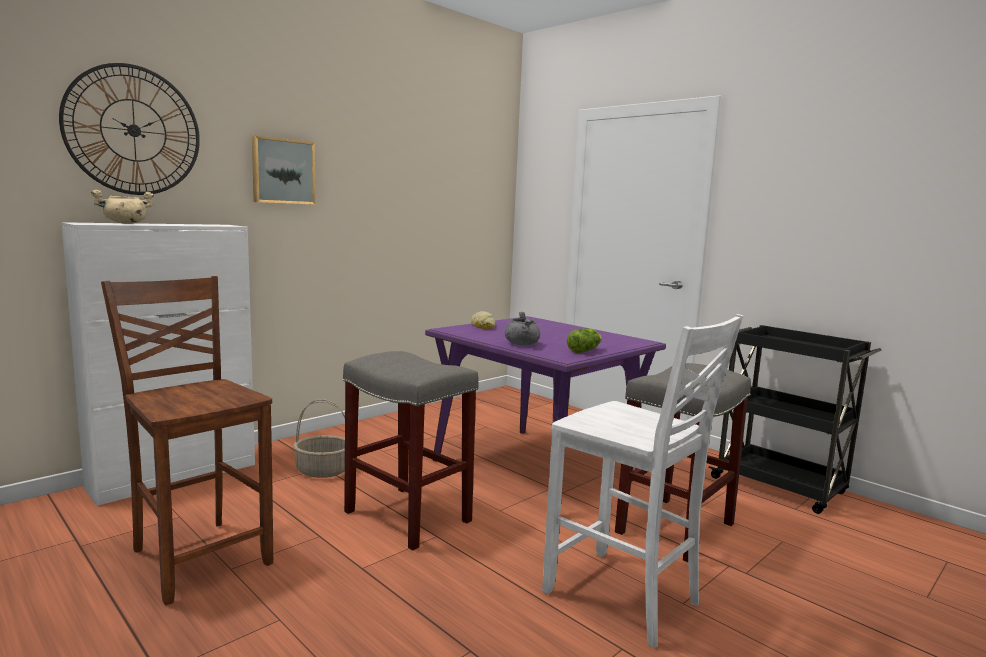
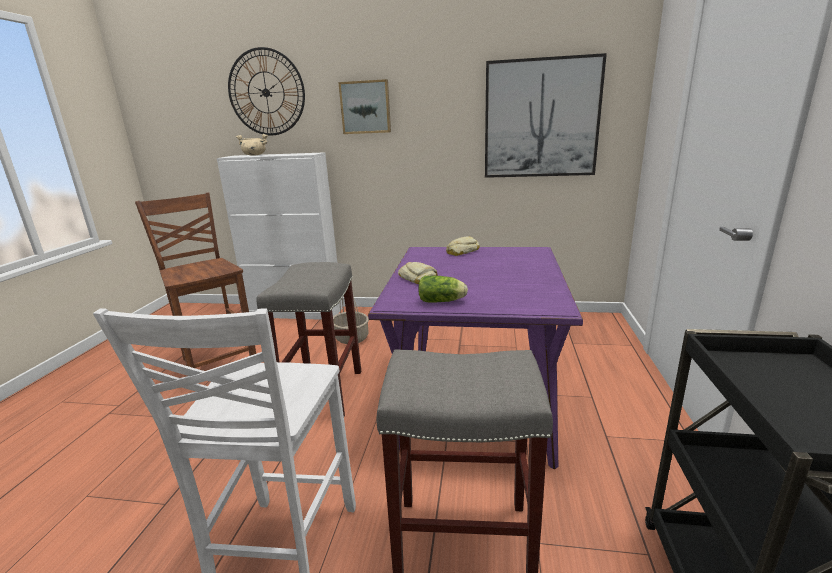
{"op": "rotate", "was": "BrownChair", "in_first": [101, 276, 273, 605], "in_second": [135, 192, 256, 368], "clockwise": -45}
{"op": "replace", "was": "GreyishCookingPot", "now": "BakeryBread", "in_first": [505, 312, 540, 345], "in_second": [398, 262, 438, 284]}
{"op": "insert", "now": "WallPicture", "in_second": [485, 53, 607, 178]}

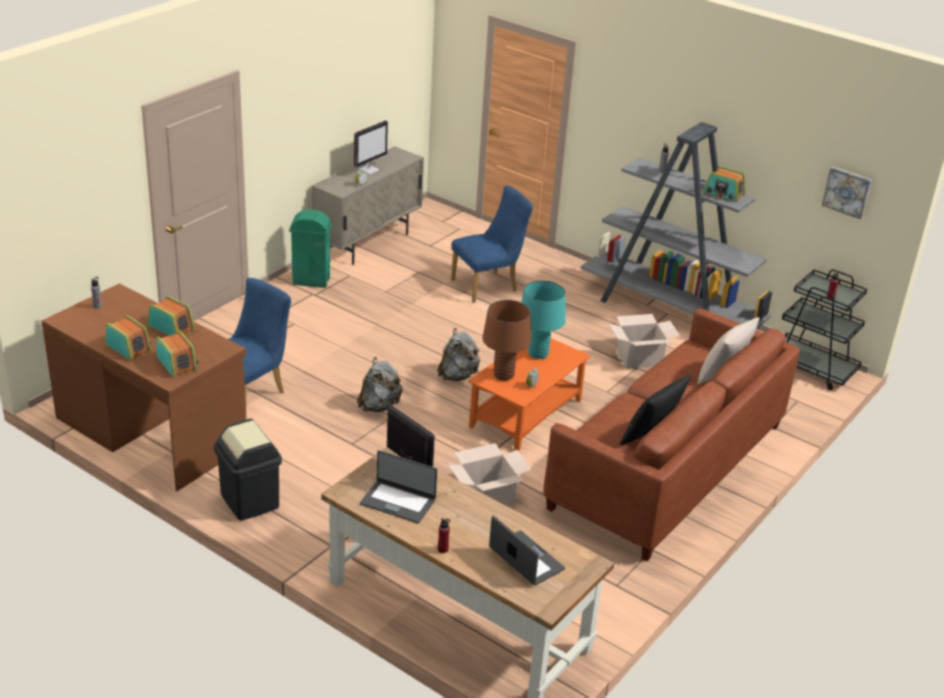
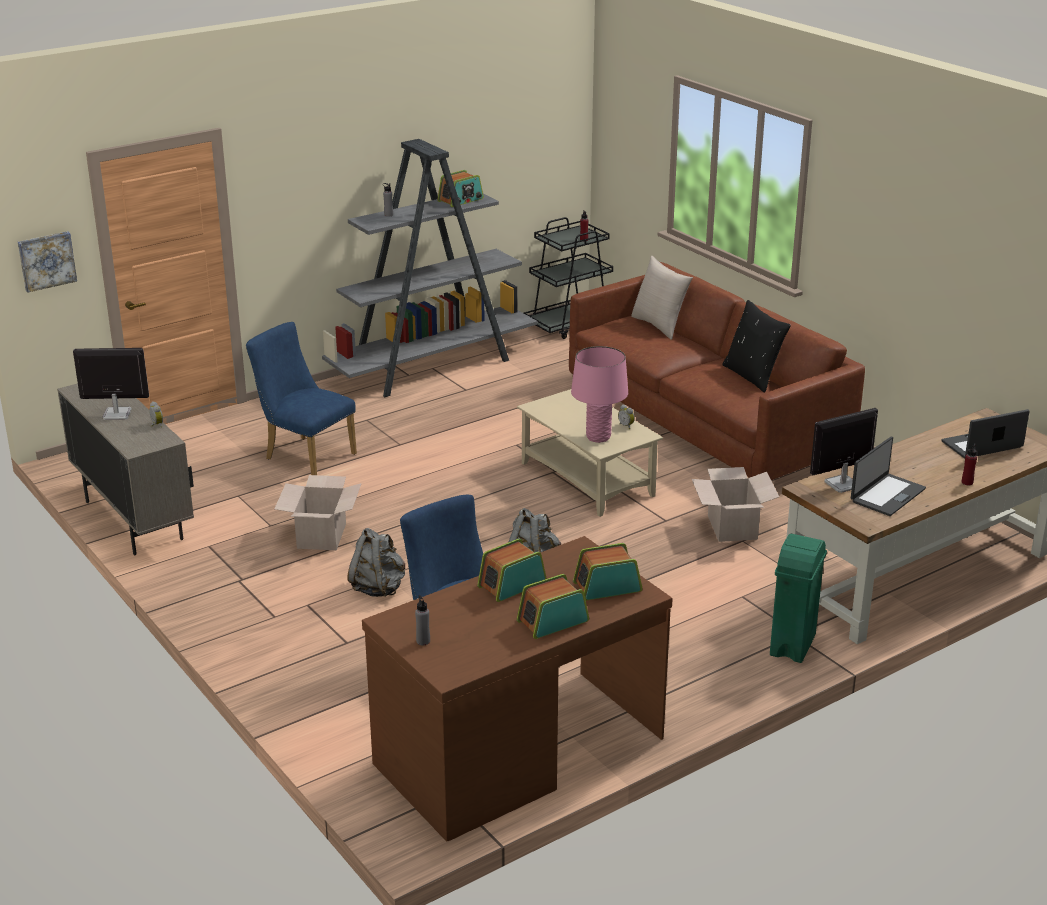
{"op": "delete", "was": "BlackishTrashCan", "in_first": [214, 419, 282, 521]}
{"op": "move", "was": "GreenishTrashCan", "in_first": [289, 209, 332, 288], "in_second": [770, 534, 827, 663]}
{"op": "rotate", "was": "ComputerScreen", "in_first": [354, 121, 388, 175], "in_second": [73, 348, 149, 420], "clockwise": -60}
{"op": "move", "was": "GreyishBackpack", "in_first": [438, 328, 480, 381], "in_second": [347, 528, 405, 597]}
{"op": "rotate", "was": "BlueChair", "in_first": [451, 185, 533, 303], "in_second": [246, 322, 357, 475], "clockwise": -45}
{"op": "recolor", "was": "OrangeCoffeeTable", "now": "BeigeColouredCoffeeTable", "in_first": [468, 338, 591, 451], "in_second": [517, 389, 663, 517]}
{"op": "recolor", "was": "BrownTableLamp", "now": "PinkTableLamp", "in_first": [482, 300, 531, 381], "in_second": [571, 346, 628, 443]}
{"op": "delete", "was": "TurquoiseTableLamp", "in_first": [521, 280, 566, 359]}
{"op": "move", "was": "Carton", "in_first": [609, 314, 680, 369], "in_second": [274, 475, 362, 550]}
{"op": "move", "was": "WallPicture", "in_first": [822, 166, 872, 219], "in_second": [18, 231, 77, 292]}

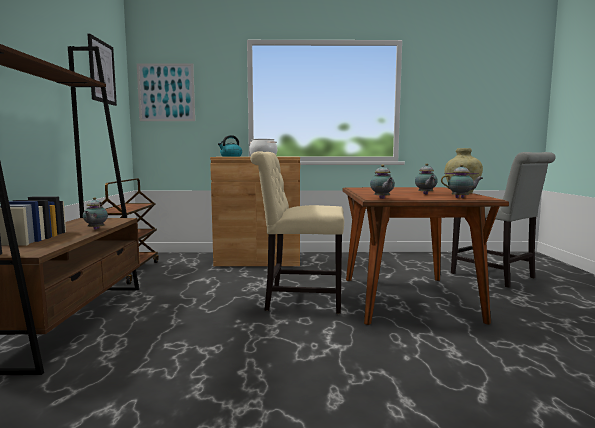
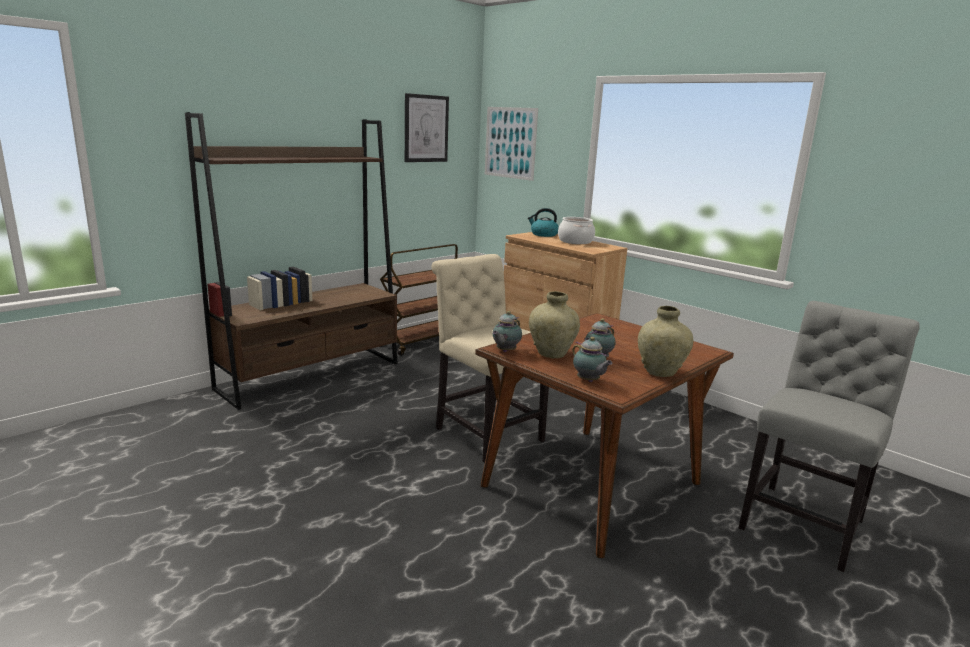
{"op": "delete", "was": "PotForTea", "in_first": [83, 197, 108, 230]}
{"op": "rotate", "was": "GreyishChair", "in_first": [451, 152, 556, 288], "in_second": [738, 301, 920, 572], "clockwise": -150}
{"op": "insert", "now": "BeigeColouredVase", "in_second": [529, 291, 580, 358]}

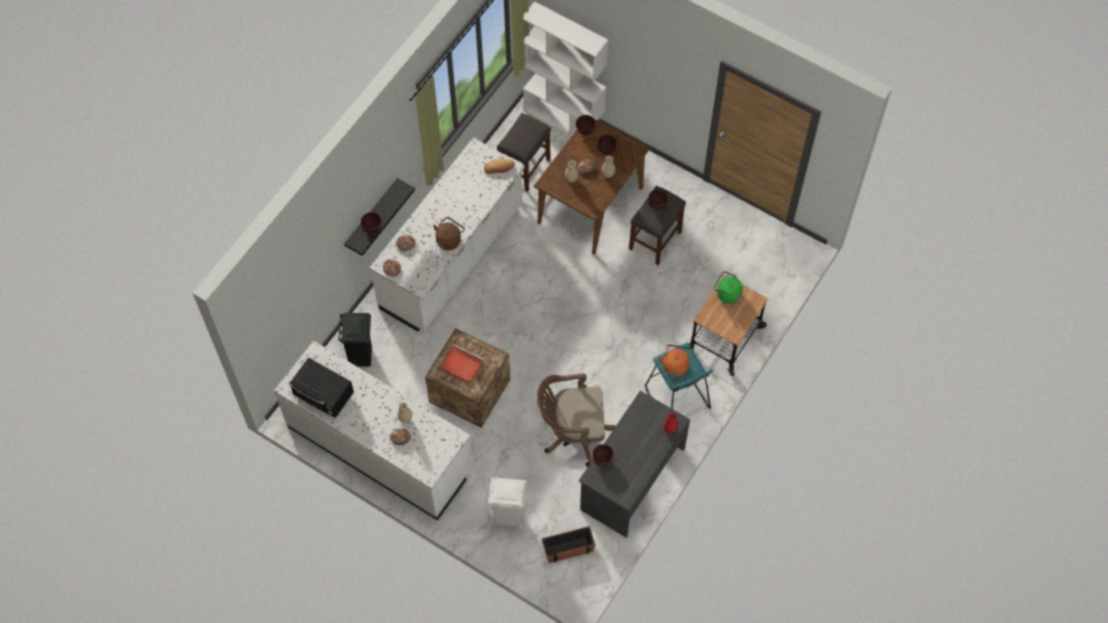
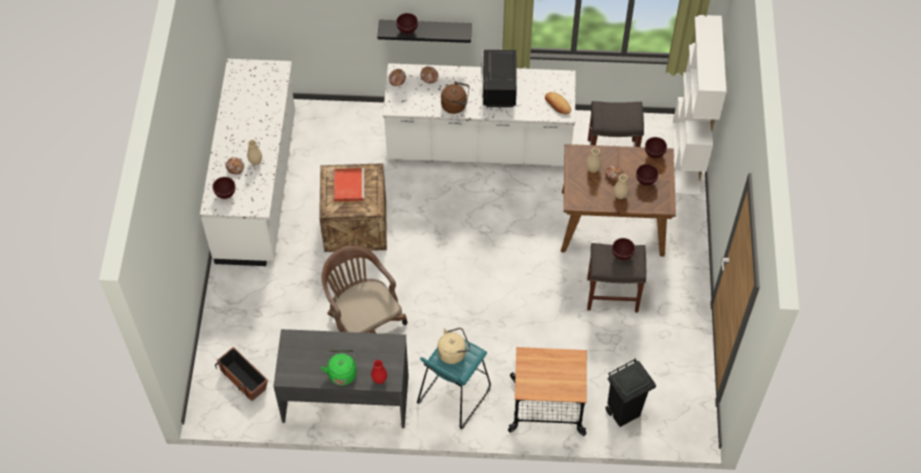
{"op": "move", "was": "BlackishKitchenMicrowave", "in_first": [289, 357, 354, 418], "in_second": [481, 50, 517, 107]}
{"op": "move", "was": "BlackishTrashCan", "in_first": [338, 313, 372, 367], "in_second": [605, 359, 656, 427]}
{"op": "delete", "was": "WhitishTrashCan", "in_first": [488, 477, 527, 529]}
{"op": "move", "was": "BrownServingBowl", "in_first": [592, 444, 614, 466], "in_second": [212, 177, 235, 199]}
{"op": "recolor", "was": "OrangeTeaKettle", "now": "BeigeColouredTeaKettle", "in_first": [658, 344, 691, 377], "in_second": [437, 328, 471, 364]}
{"op": "move", "was": "GreenishTeaKettle", "in_first": [714, 271, 743, 304], "in_second": [321, 350, 357, 386]}

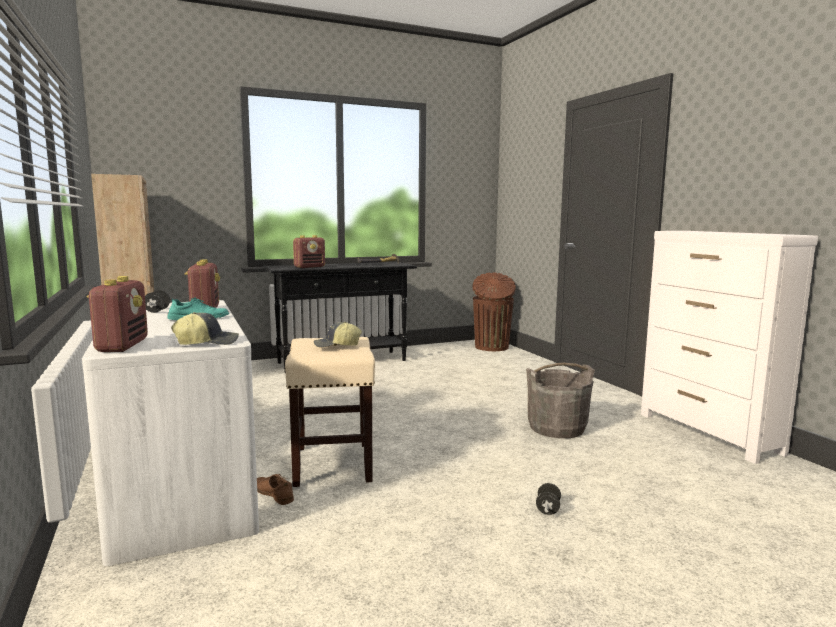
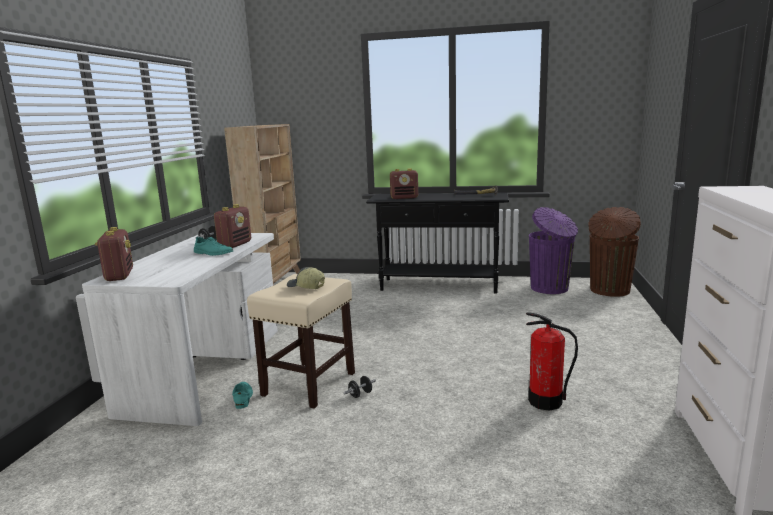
{"op": "rotate", "was": "RadioReceiver", "in_first": [87, 276, 148, 352], "in_second": [95, 227, 133, 281], "clockwise": -45}
{"op": "delete", "was": "Cap", "in_first": [171, 312, 239, 345]}
{"op": "recolor", "was": "BrownShoe", "now": "TurquoiseShoe", "in_first": [257, 474, 294, 505], "in_second": [232, 382, 253, 409]}
{"op": "replace", "was": "GreyishPail", "now": "FireExtinguisher", "in_first": [526, 363, 595, 438], "in_second": [526, 312, 578, 411]}
{"op": "move", "was": "BlackishHandWeight", "in_first": [536, 483, 561, 515], "in_second": [344, 376, 376, 398]}
{"op": "insert", "now": "PurpleColouredTrashCan", "in_second": [529, 207, 578, 294]}

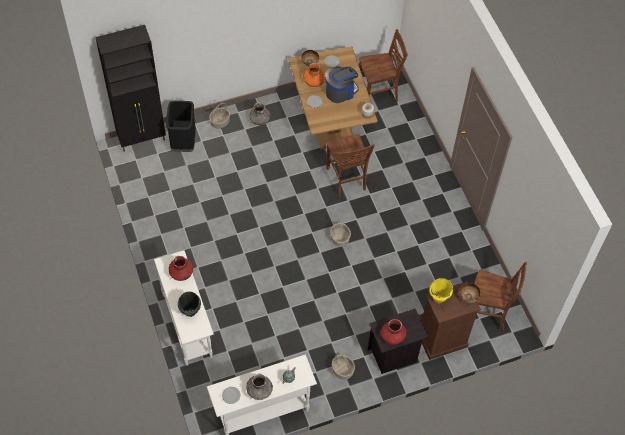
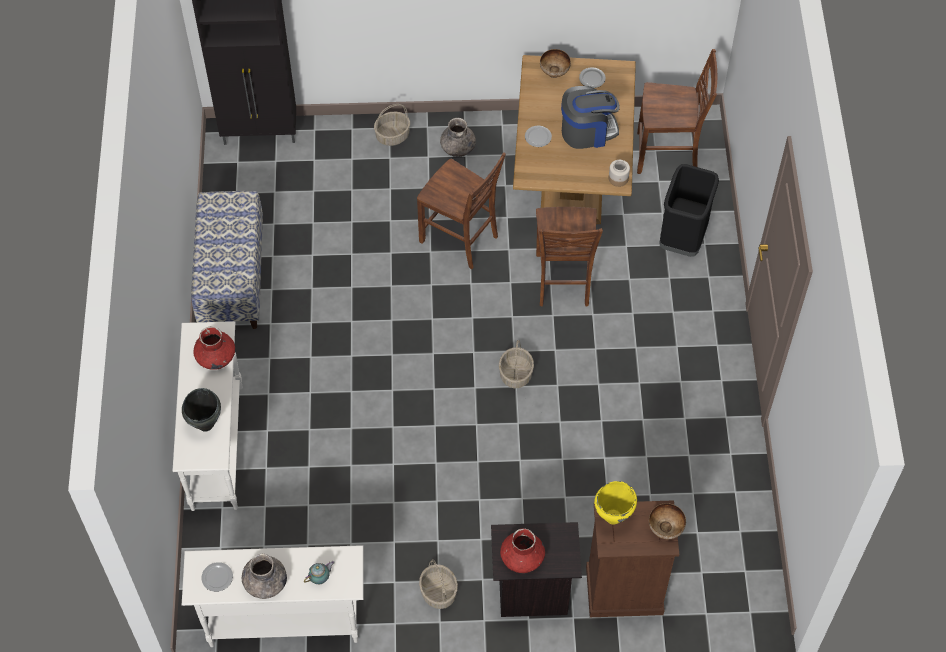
{"op": "move", "was": "BlackishTrashCan", "in_first": [166, 101, 196, 152], "in_second": [659, 164, 719, 257]}
{"op": "delete", "was": "OrangeVase", "in_first": [303, 63, 325, 87]}
{"op": "move", "was": "BrownChair", "in_first": [475, 262, 527, 331], "in_second": [417, 152, 506, 269]}
{"op": "insert", "now": "LongSeat", "in_second": [191, 191, 263, 329]}

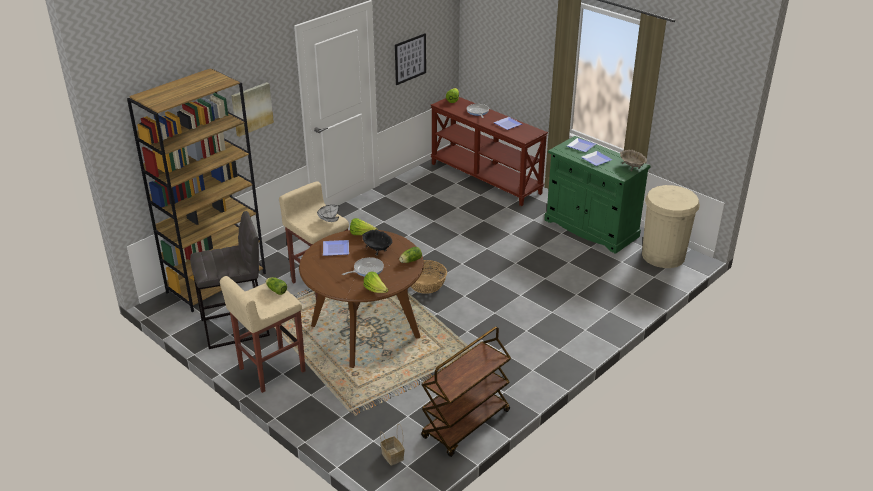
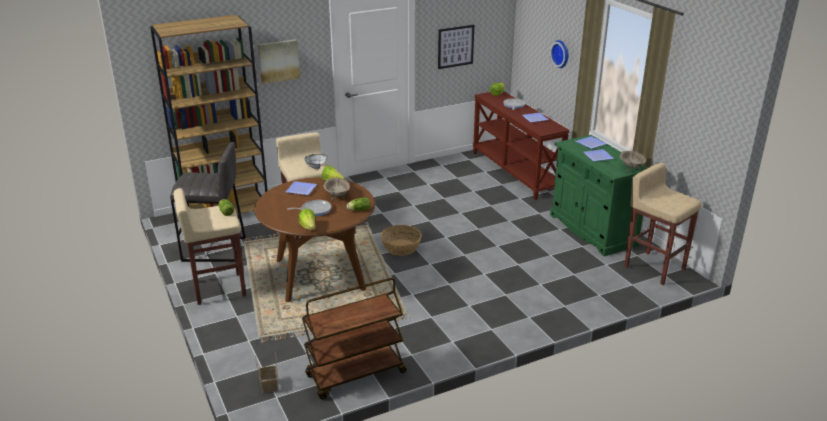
{"op": "recolor", "was": "BlackishServingBowl", "now": "BeigeColouredServingBowl", "in_first": [362, 229, 392, 256], "in_second": [323, 178, 350, 201]}
{"op": "replace", "was": "BeigeColouredTrashCan", "now": "BeigeColouredSittingStool", "in_first": [642, 185, 700, 268], "in_second": [624, 163, 702, 285]}
{"op": "insert", "now": "WallClock", "in_second": [550, 40, 569, 68]}

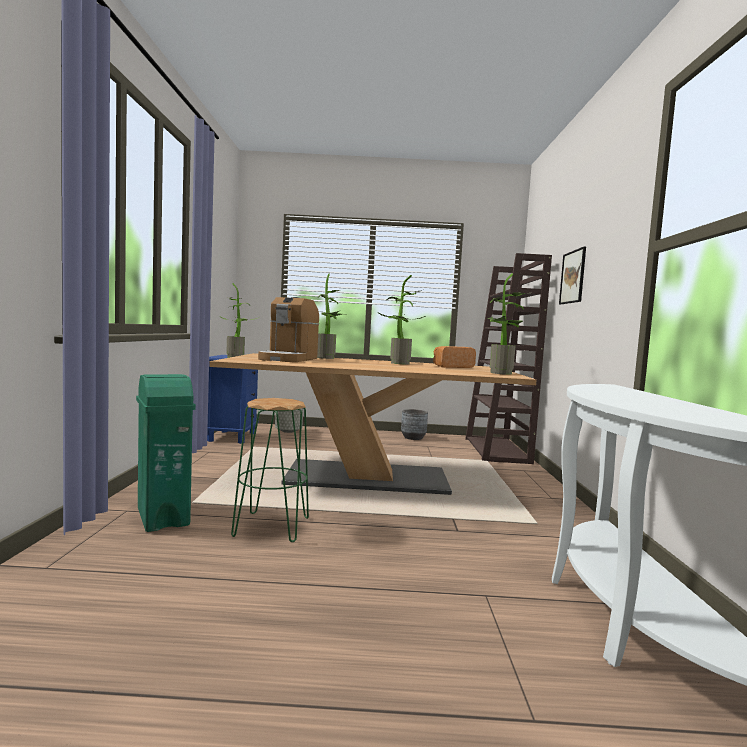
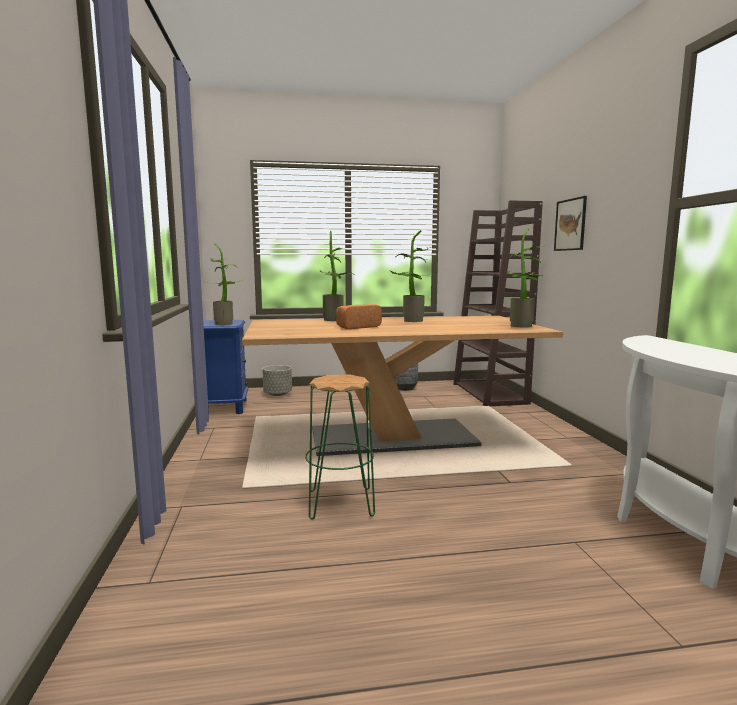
{"op": "delete", "was": "GreenishTrashCan", "in_first": [136, 374, 196, 532]}
{"op": "delete", "was": "CoffeeMachine", "in_first": [258, 297, 319, 362]}
{"op": "move", "was": "BakeryBread", "in_first": [433, 346, 476, 368], "in_second": [336, 304, 382, 329]}

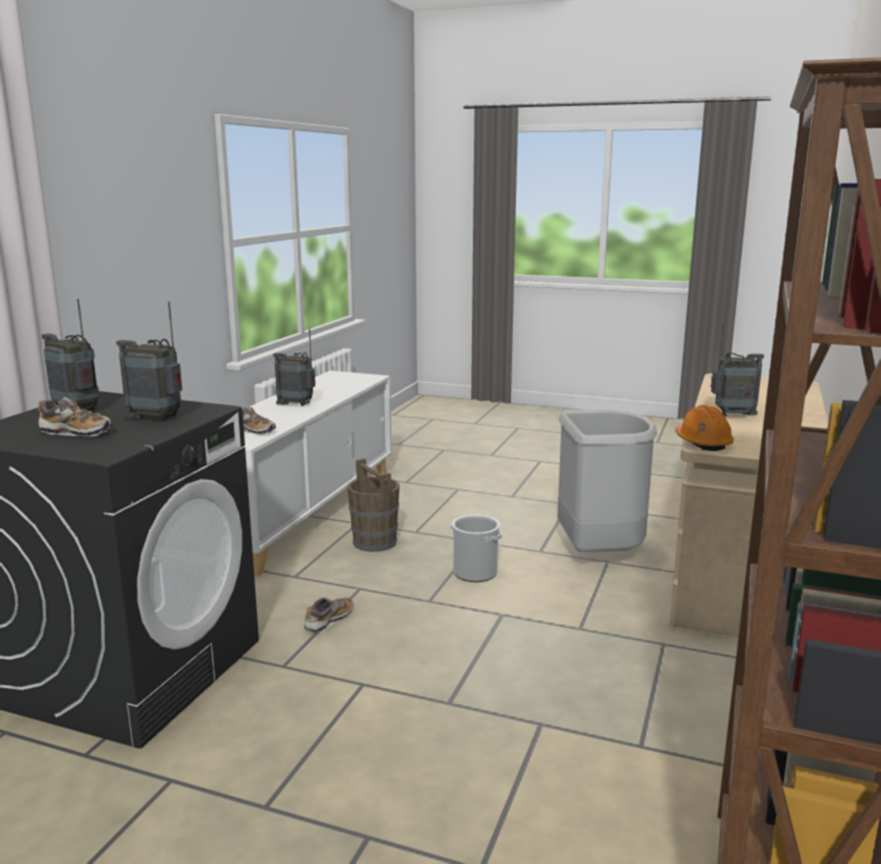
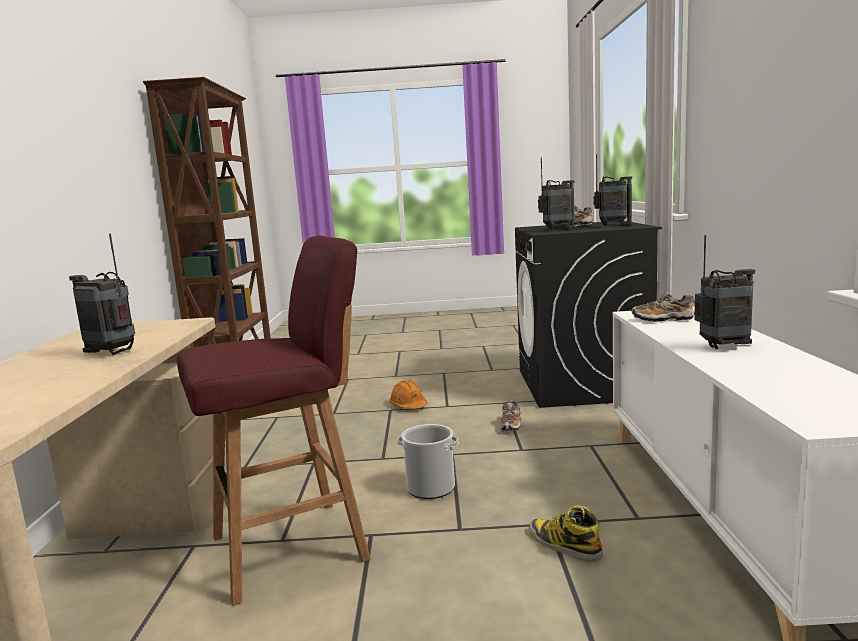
{"op": "delete", "was": "BrownPail", "in_first": [347, 458, 400, 552]}
{"op": "replace", "was": "GreyishTrashCan", "now": "RedSittingStool", "in_first": [557, 410, 657, 552], "in_second": [177, 236, 370, 606]}
{"op": "move", "was": "OrangeWorkHelmet", "in_first": [675, 405, 734, 451], "in_second": [389, 380, 428, 409]}
{"op": "rotate", "was": "RadioReceiver", "in_first": [711, 324, 764, 417], "in_second": [69, 234, 135, 355], "clockwise": 45}
{"op": "insert", "now": "TallBoot", "in_second": [529, 506, 603, 562]}

